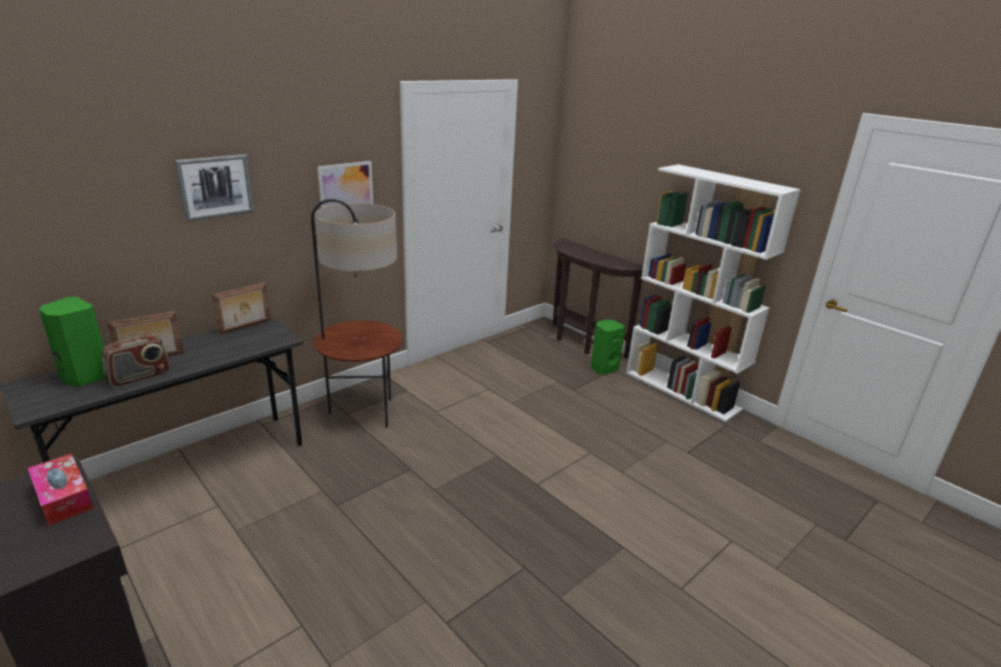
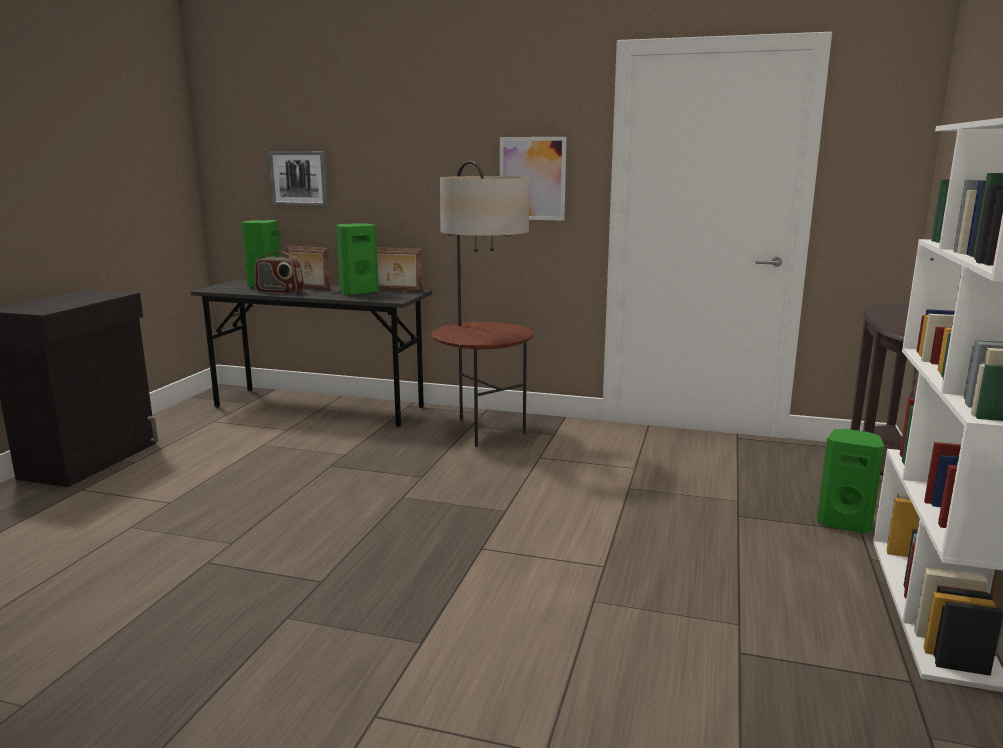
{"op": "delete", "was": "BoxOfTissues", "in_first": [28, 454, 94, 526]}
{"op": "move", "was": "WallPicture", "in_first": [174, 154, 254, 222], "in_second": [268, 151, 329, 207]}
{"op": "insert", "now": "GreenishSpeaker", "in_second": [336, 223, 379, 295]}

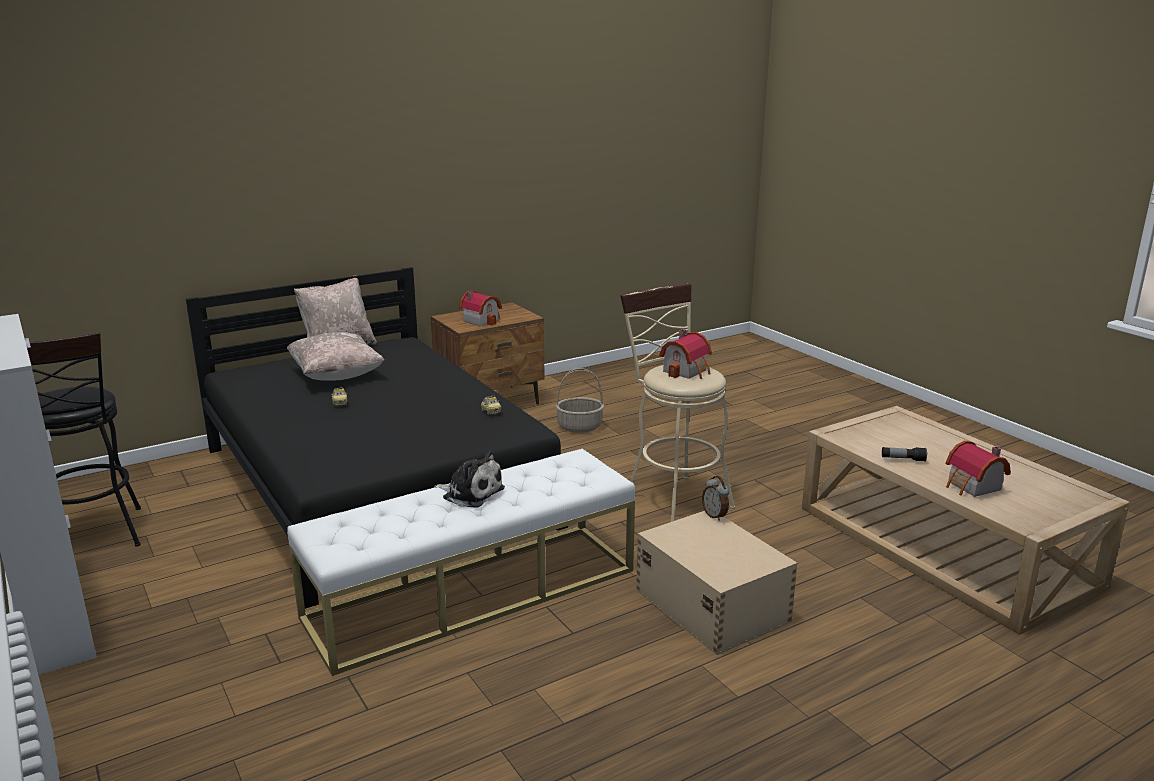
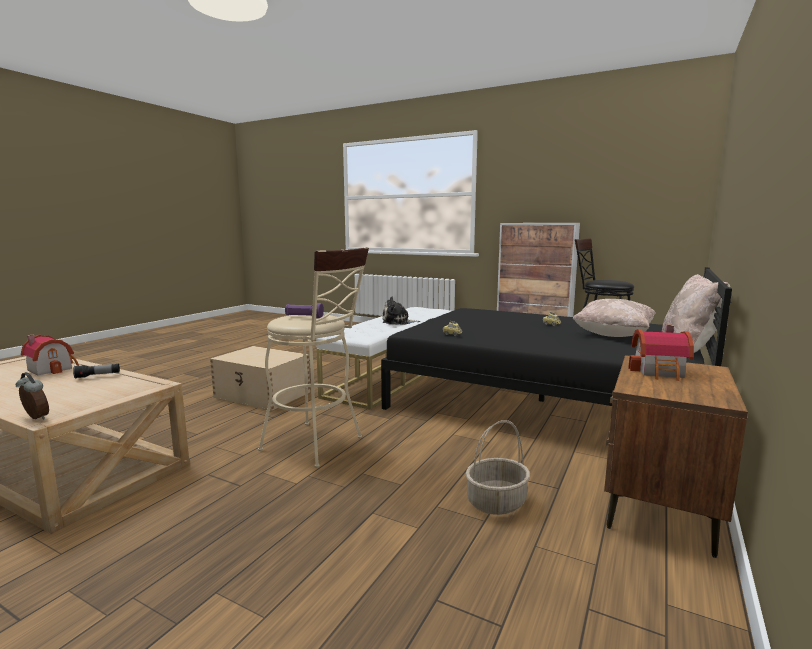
{"op": "replace", "was": "ModelHouse", "now": "PurpleColouredHandTorch", "in_first": [659, 329, 712, 379], "in_second": [285, 303, 324, 318]}
{"op": "move", "was": "BedsideClock", "in_first": [702, 476, 729, 521], "in_second": [16, 372, 49, 420]}

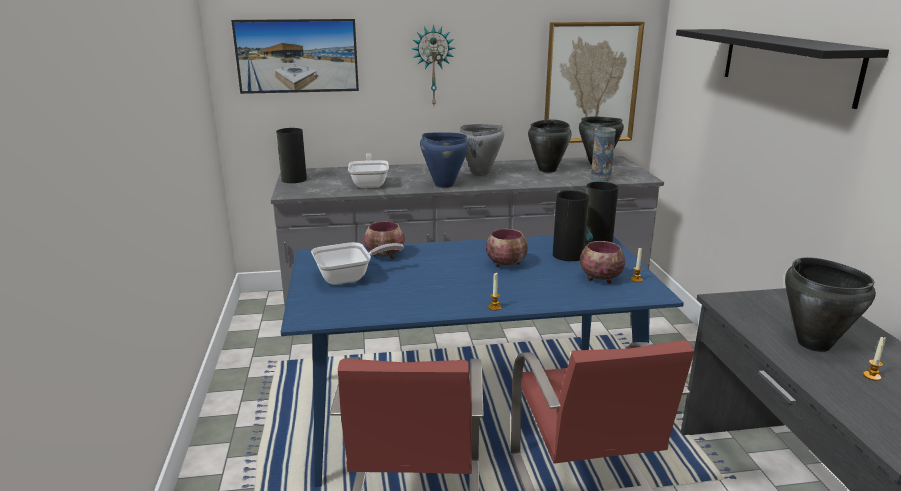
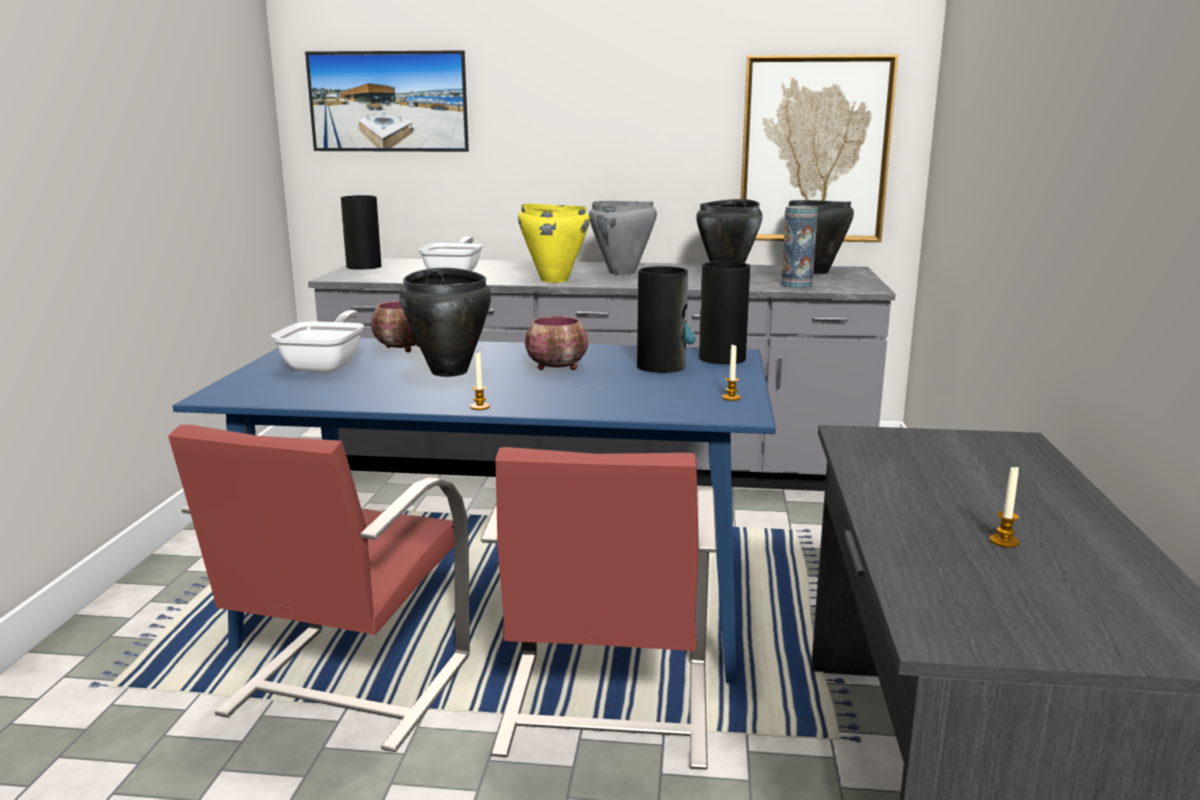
{"op": "rotate", "was": "FryingPan", "in_first": [311, 242, 404, 285], "in_second": [271, 310, 364, 372], "clockwise": -75}
{"op": "delete", "was": "WallClock", "in_first": [412, 25, 455, 105]}
{"op": "recolor", "was": "BlueCookingPot", "now": "YellowishCookingPot", "in_first": [420, 132, 469, 188], "in_second": [518, 204, 590, 283]}
{"op": "delete", "was": "ServingBowl", "in_first": [580, 241, 625, 284]}
{"op": "delete", "was": "BlackishBracketShelf", "in_first": [676, 29, 889, 109]}
{"op": "move", "was": "BlackishCookingPot", "in_first": [785, 257, 876, 352], "in_second": [400, 267, 491, 377]}

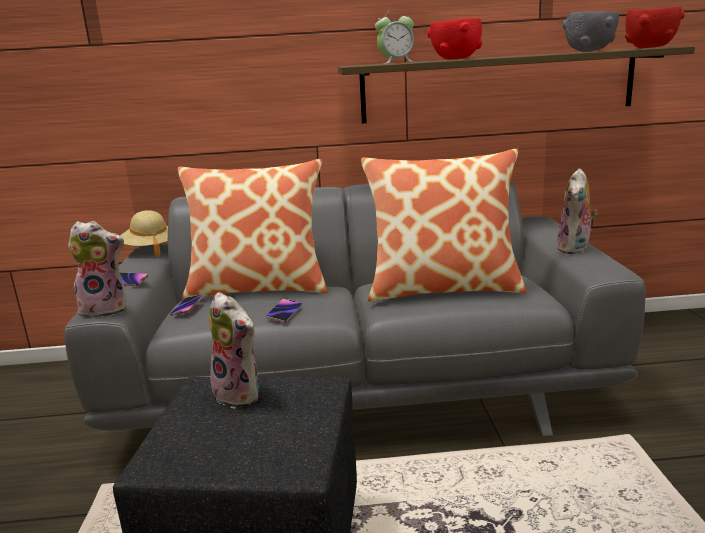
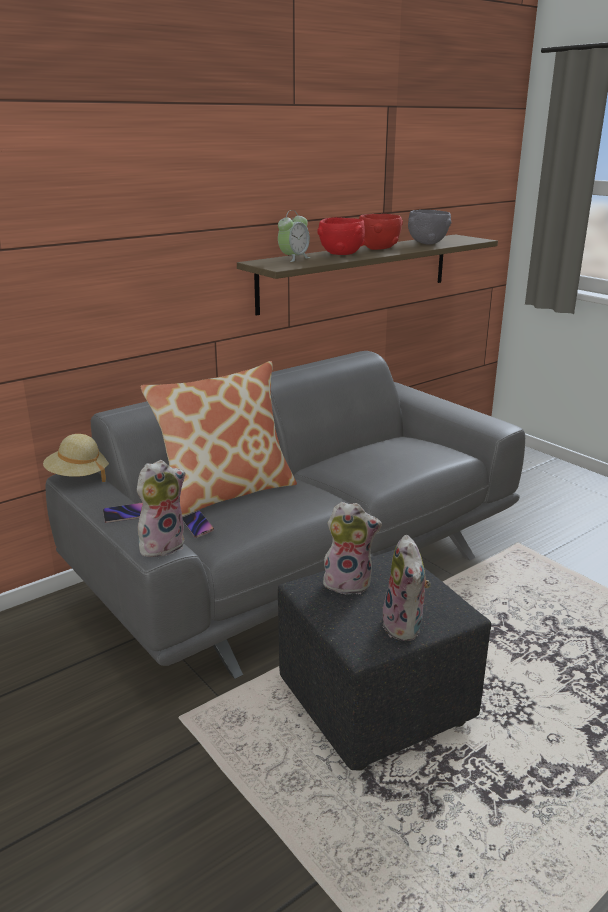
{"op": "delete", "was": "Telephone", "in_first": [266, 299, 302, 323]}
{"op": "delete", "was": "Cushion", "in_first": [361, 148, 527, 302]}
{"op": "move", "was": "PlushToy", "in_first": [556, 168, 598, 254], "in_second": [382, 535, 431, 641]}
{"op": "move", "was": "RedServingBowl", "in_first": [625, 7, 685, 48], "in_second": [359, 214, 403, 250]}

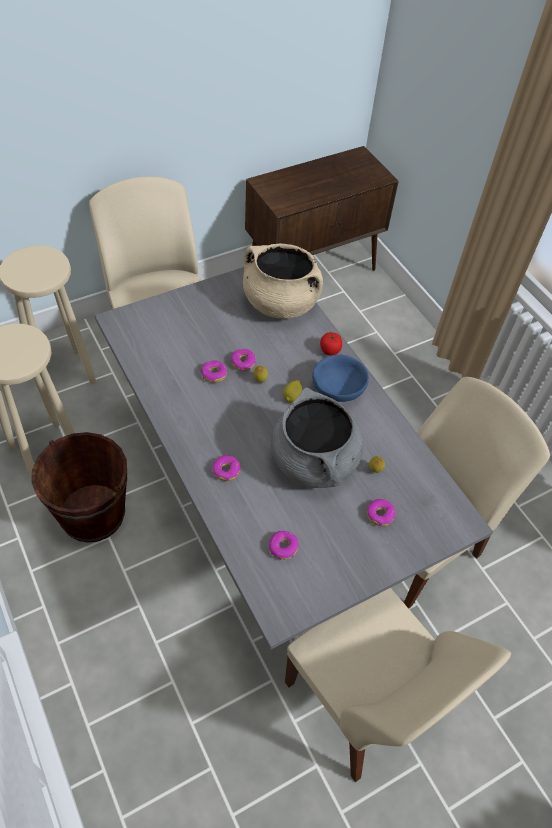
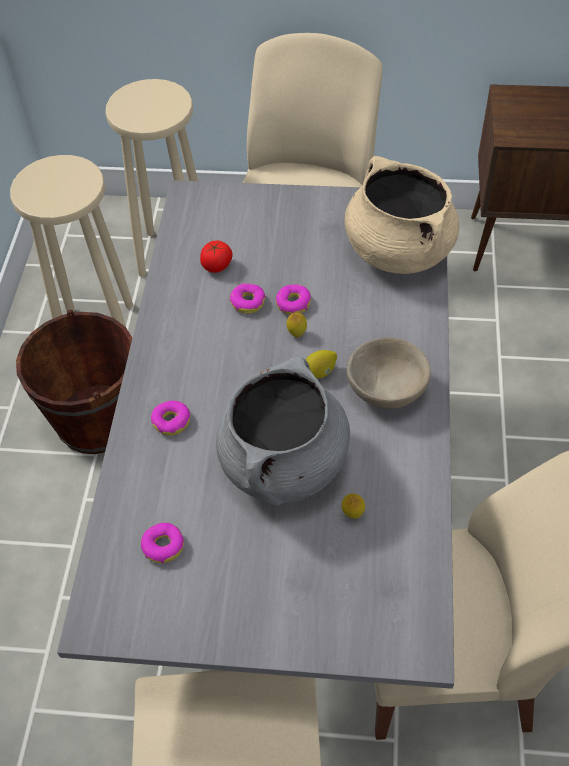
{"op": "recolor", "was": "BlueServingBowl", "now": "BeigeColouredServingBowl", "in_first": [312, 354, 369, 402], "in_second": [347, 337, 431, 409]}
{"op": "move", "was": "Tomato", "in_first": [320, 332, 342, 356], "in_second": [200, 240, 232, 273]}
{"op": "delete", "was": "Donut", "in_first": [367, 499, 396, 526]}

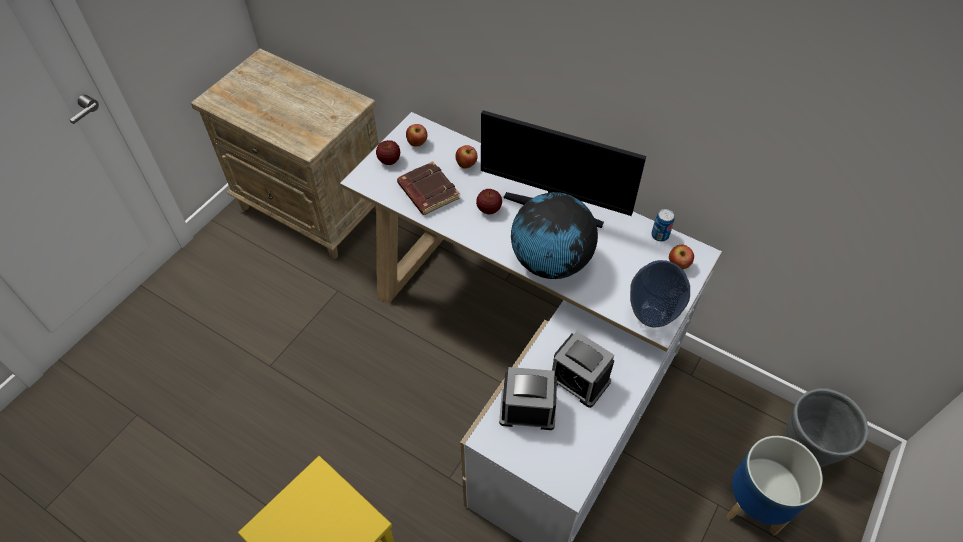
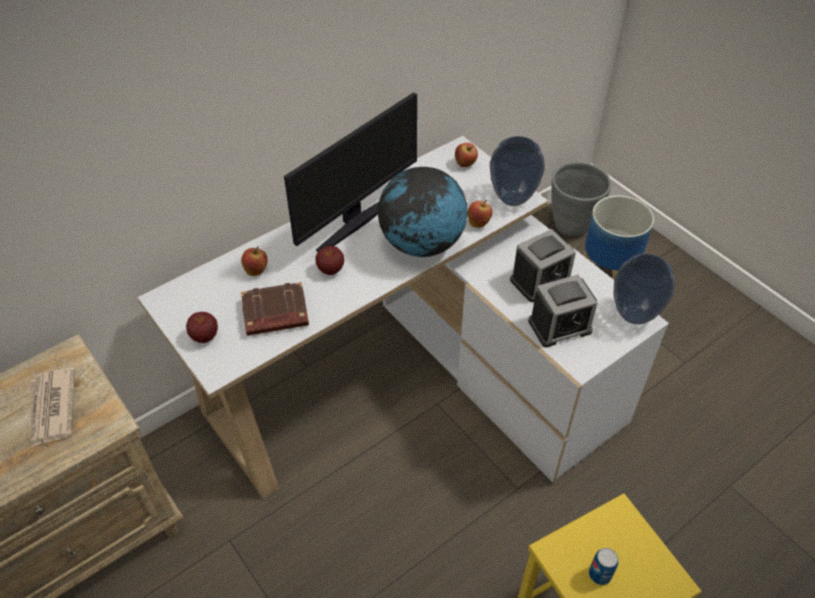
{"op": "move", "was": "AppleFruit", "in_first": [406, 124, 427, 146], "in_second": [468, 200, 492, 228]}
{"op": "rotate", "was": "BedsideClock", "in_first": [499, 367, 557, 430], "in_second": [528, 275, 597, 347], "clockwise": -135}
{"op": "move", "was": "Can", "in_first": [651, 209, 675, 242], "in_second": [589, 548, 619, 585]}
{"op": "insert", "now": "PrintedPaper", "in_second": [30, 367, 75, 448]}
{"op": "insert", "now": "Vase", "in_second": [614, 253, 675, 324]}

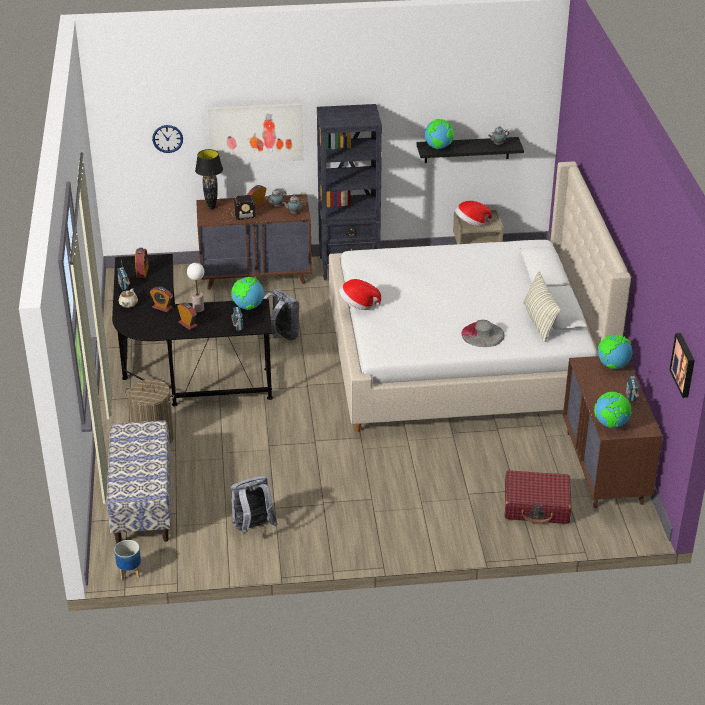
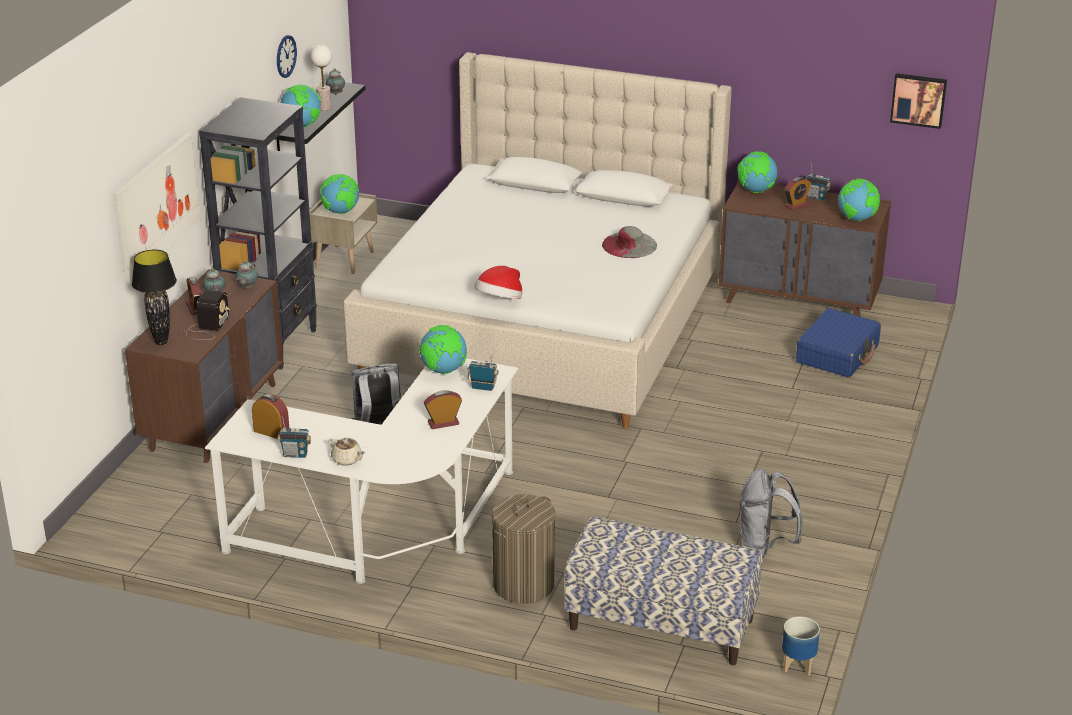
{"op": "recolor", "was": "BlackishDeskUnit", "now": "WhitishDeskUnit", "in_first": [112, 254, 273, 406], "in_second": [205, 358, 518, 584]}
{"op": "move", "was": "BedsideClock", "in_first": [150, 286, 173, 312], "in_second": [784, 177, 811, 211]}
{"op": "move", "was": "WallClock", "in_first": [152, 125, 183, 153], "in_second": [277, 35, 297, 78]}
{"op": "move", "was": "TableLamp", "in_first": [187, 263, 204, 312], "in_second": [310, 45, 332, 111]}
{"op": "replace", "was": "ClothingHat", "now": "Globe", "in_first": [455, 201, 492, 227], "in_second": [320, 174, 359, 214]}
{"op": "recolor", "was": "RedSuitcase", "now": "BlueSuitcase", "in_first": [505, 470, 571, 524], "in_second": [796, 308, 881, 377]}
{"op": "delete", "was": "Cushion", "in_first": [523, 271, 561, 342]}

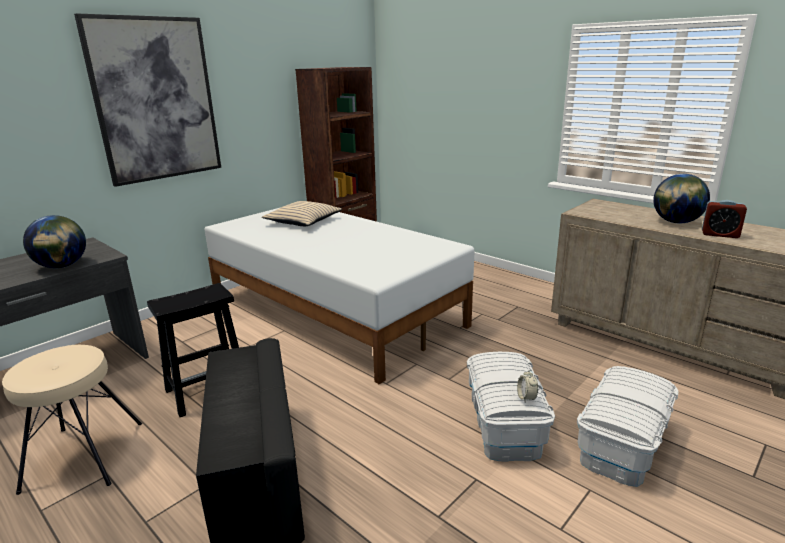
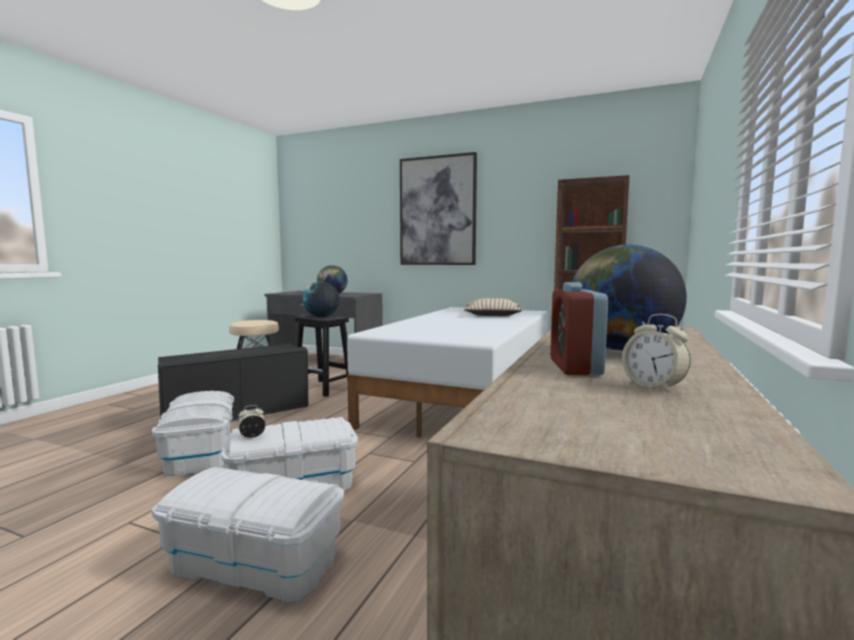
{"op": "insert", "now": "WhitishStorageContainer", "in_second": [152, 391, 234, 476]}
{"op": "insert", "now": "Globe", "in_second": [303, 281, 340, 317]}
{"op": "insert", "now": "BedsideClock", "in_second": [622, 314, 691, 393]}

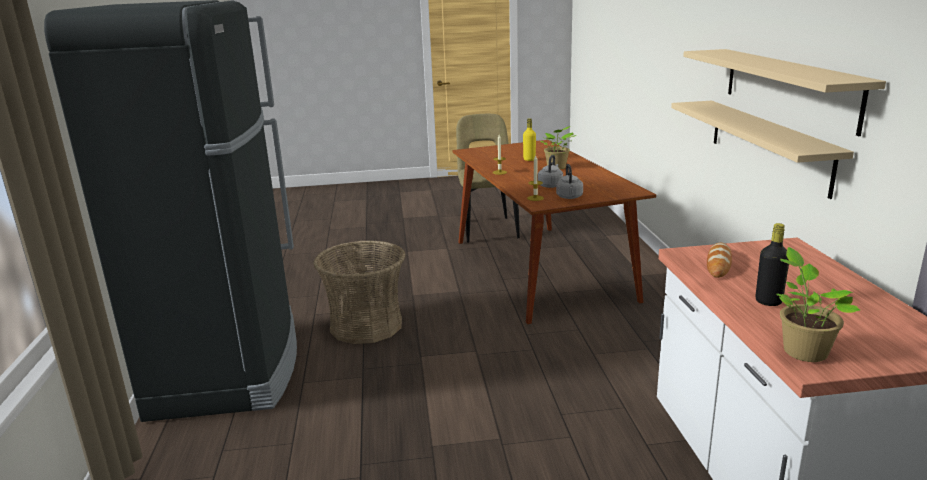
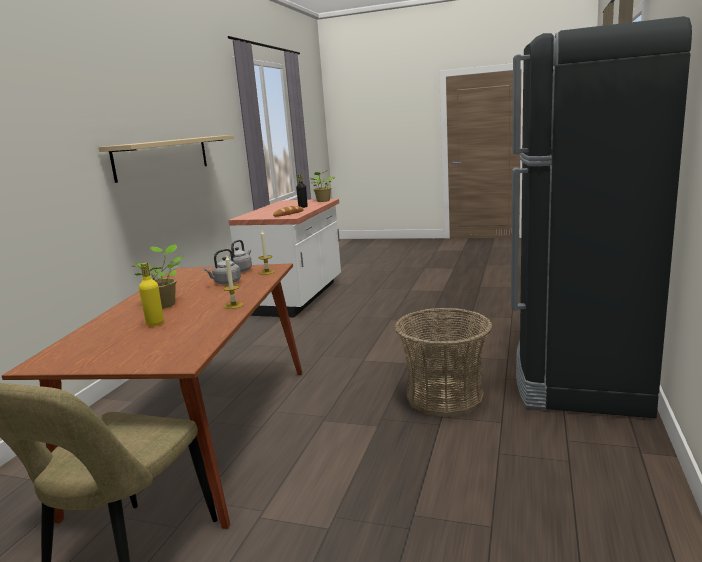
{"op": "delete", "was": "BeigeColouredBracketShelf", "in_first": [671, 101, 854, 199]}

